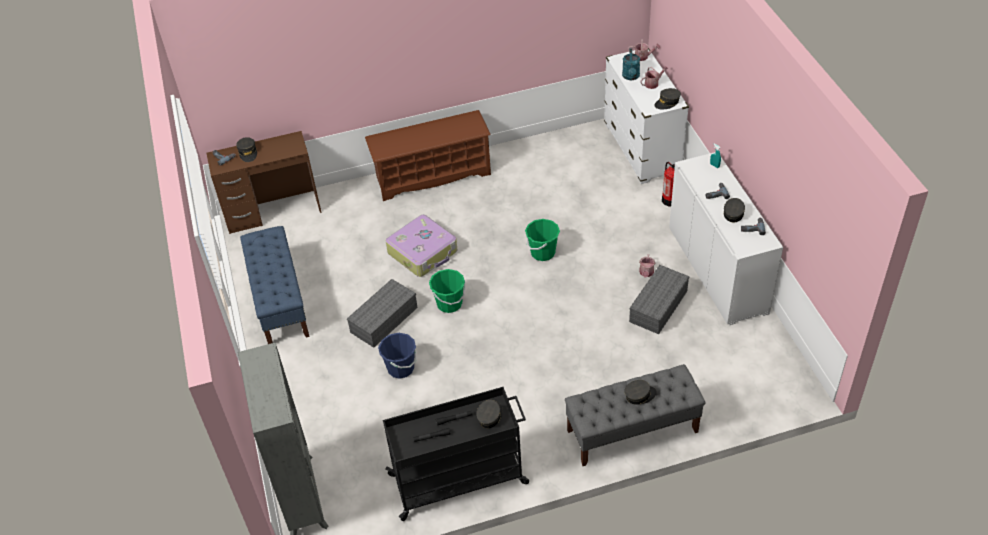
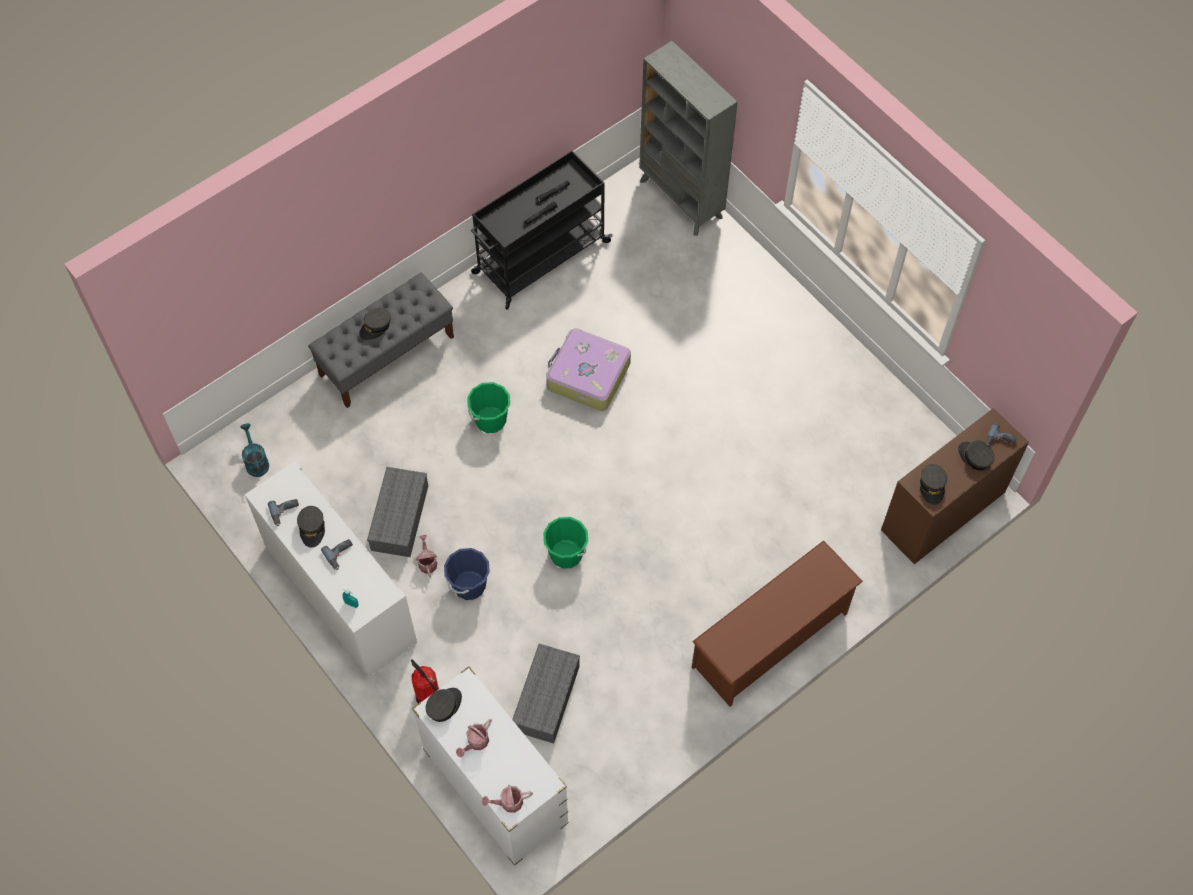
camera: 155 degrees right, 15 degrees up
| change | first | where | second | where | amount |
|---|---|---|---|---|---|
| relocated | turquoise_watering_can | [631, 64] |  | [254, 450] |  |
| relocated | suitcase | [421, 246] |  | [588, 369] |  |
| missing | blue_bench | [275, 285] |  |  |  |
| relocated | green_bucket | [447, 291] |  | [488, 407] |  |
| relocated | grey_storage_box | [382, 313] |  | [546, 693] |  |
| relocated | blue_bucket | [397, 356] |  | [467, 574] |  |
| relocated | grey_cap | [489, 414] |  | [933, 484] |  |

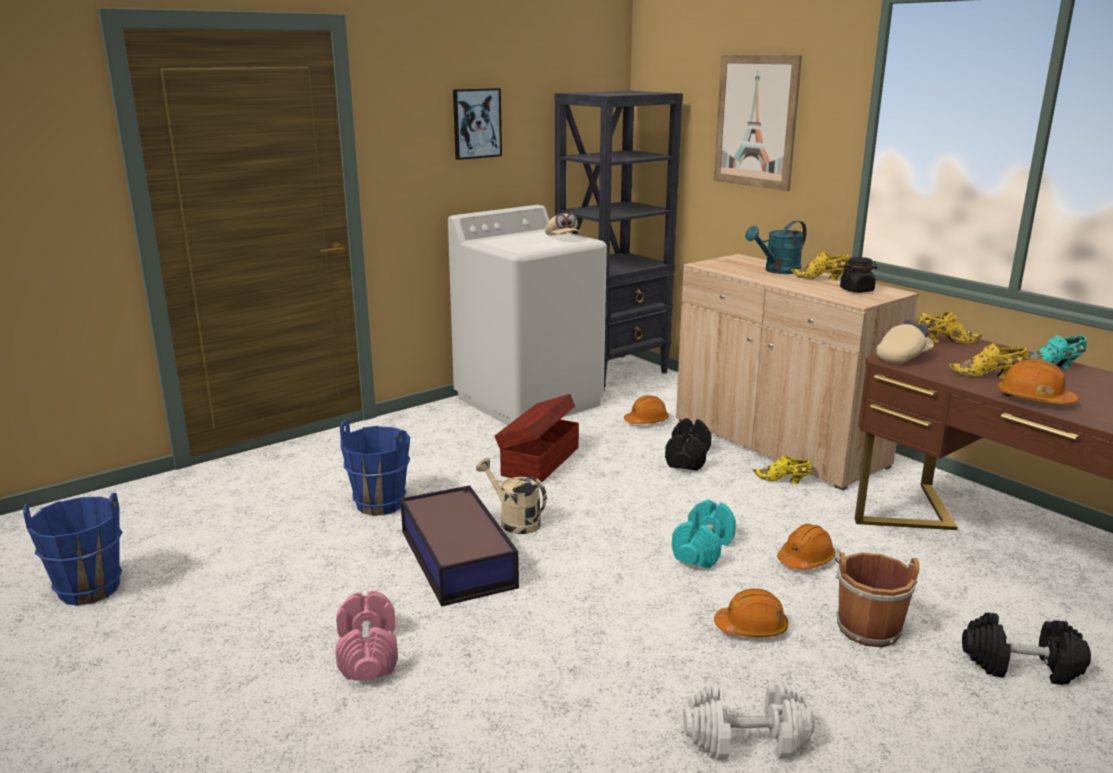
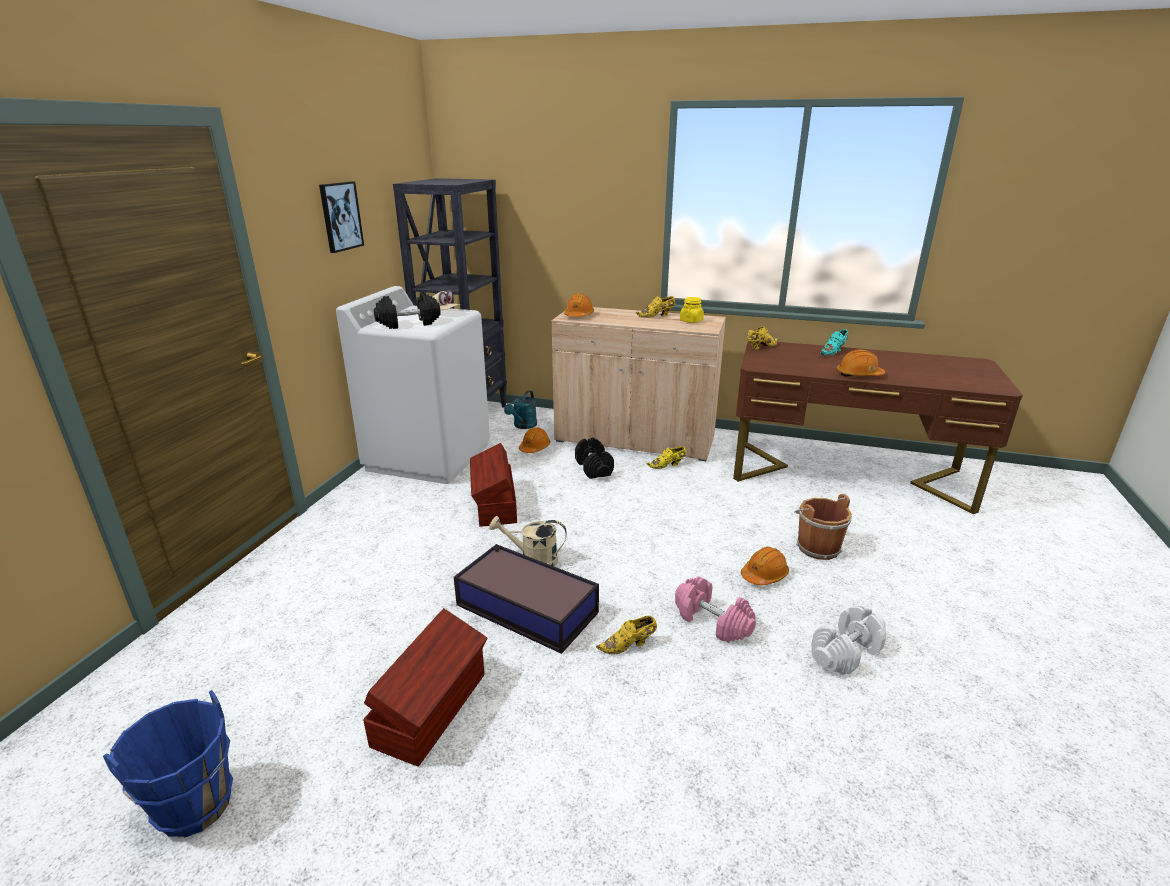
camera: 35 degrees left, 5 degrees up
| change | first | where | second | where | amount |
|---|---|---|---|---|---|
| missing | picture | [758, 123] |  |  |  |
| relocated | turquoise_watering_can | [776, 247] |  | [520, 409] |  |
| colour | black_jar | [858, 275] | yellow_jar | [692, 310] |  |
| missing | beige_cap | [905, 341] |  |  |  |
| relocated | yellow_shoe | [989, 361] |  | [626, 635] |  |
| missing | blue_bucket | [375, 468] |  |  |  |
| missing | turquoise_dumbbell | [704, 534] |  |  |  |
| relocated | orange_hard_hat | [806, 547] |  | [579, 305] |  |
| relocated | pink_dumbbell | [366, 635] |  | [715, 610] |  |
| relocated | black_dumbbell | [1026, 649] |  | [407, 311] |  |
| appeared |  |  | brown_storage_box | [425, 687] |  |

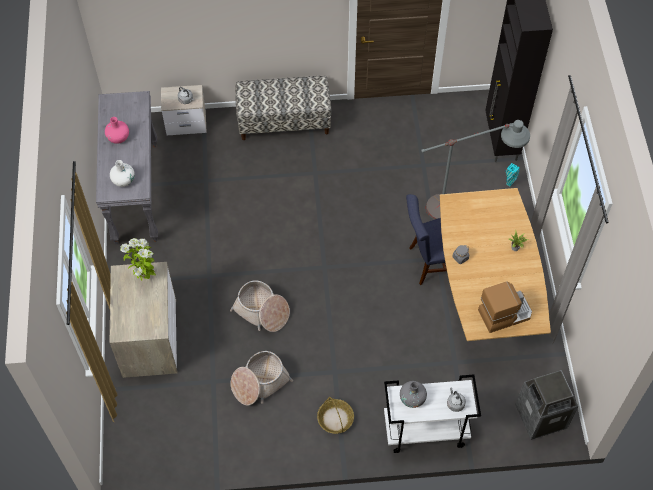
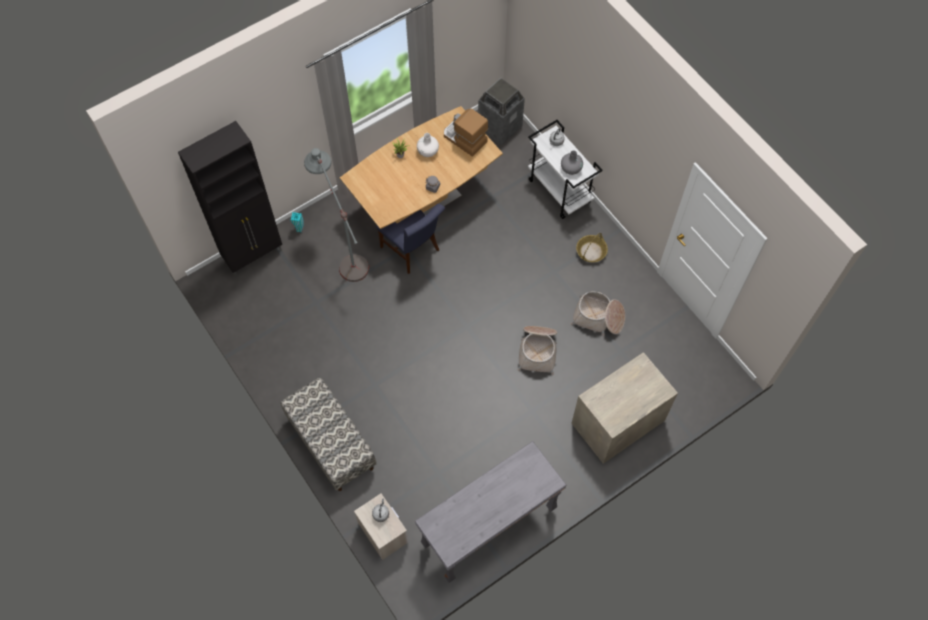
camera: 120 degrees left, 5 degrees up
| change | first | where | second | where | amount |
|---|---|---|---|---|---|
| missing | pink_vase | [117, 130] |  |  |  |
| relocated | white_vase | [122, 173] |  | [428, 145] |  |
| missing | potted_plant | [138, 259] |  |  |  |

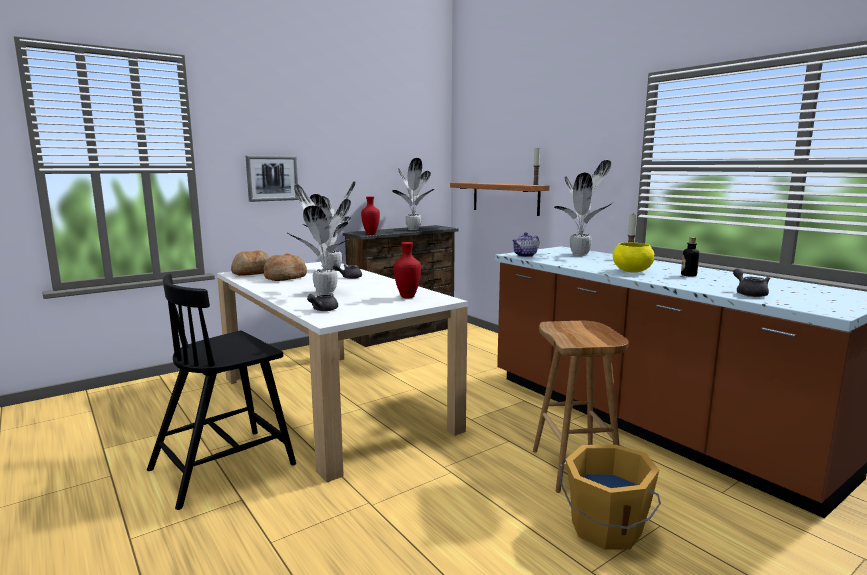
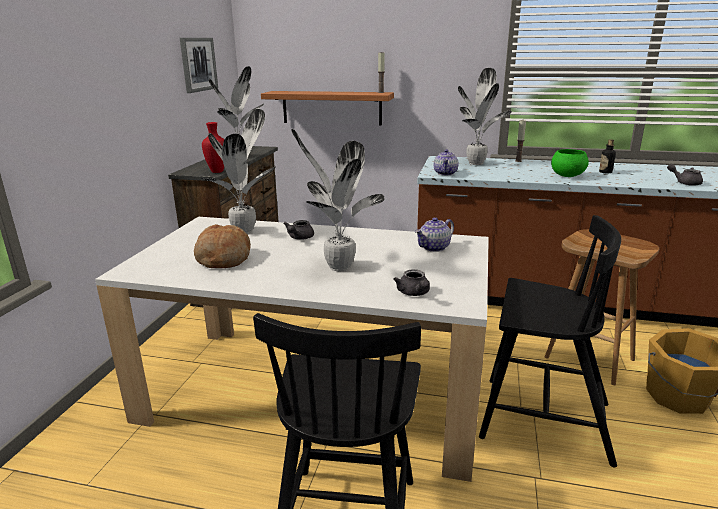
camera: 40 degrees left, 10 degrees up
| change | first | where | second | where | amount |
|---|---|---|---|---|---|
| relocated | picture | [272, 179] |  | [199, 65] |  |
| exchanged | red_vase | [407, 270] | teapot | [434, 234] |  |
| colour | yellow_bowl | [634, 257] | green_bowl | [570, 163] |  |
| missing | bread | [250, 263] |  |  |  |
| appeared |  |  | black_chair | [550, 341] |  |

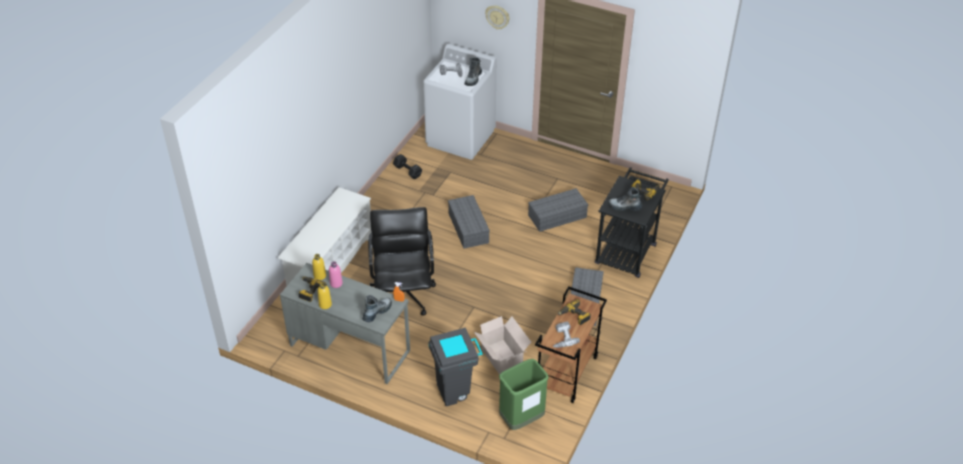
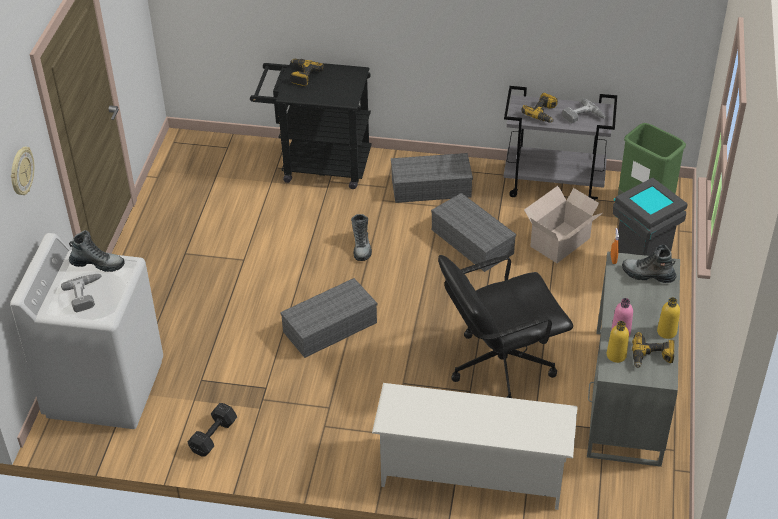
camera: 105 degrees left, 0 degrees up
| change | first | where | second | where | amount |
|---|---|---|---|---|---|
| relocated | boot | [625, 199] |  | [361, 237] |  |
| relocated | grey_storage_box | [558, 210] |  | [473, 232] |  |
| colour | brown_cart | [571, 344] | grey_cart | [560, 143] |  |

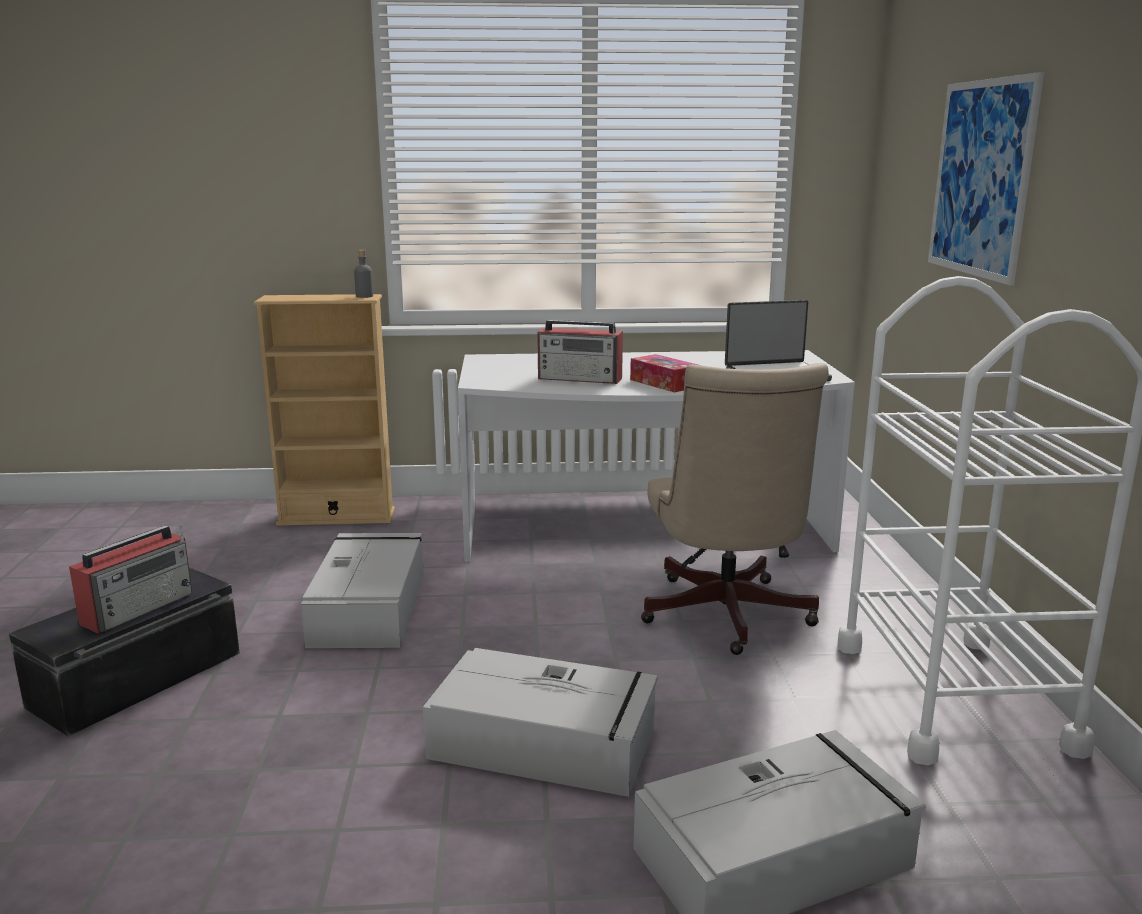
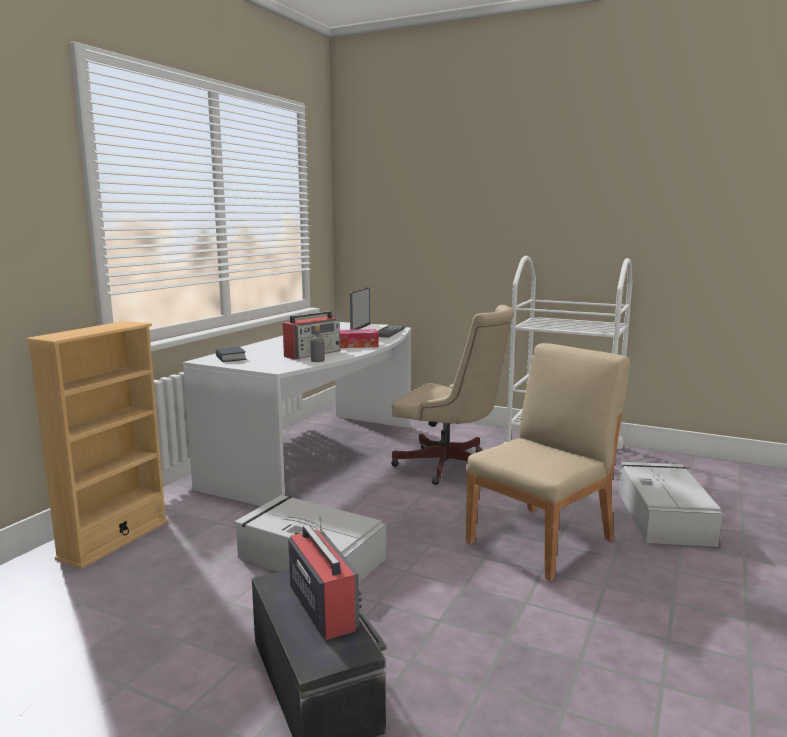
camera: 60 degrees left, 5 degrees down
| change | first | where | second | where | amount |
|---|---|---|---|---|---|
| missing | picture | [986, 178] |  |  |  |
| relocated | grey_bottle | [363, 274] |  | [318, 343] |  |
| exchanged | grey_storage_box | [540, 722] | beige_chair | [548, 462] |  |
| appeared |  |  | book | [230, 354] |  |

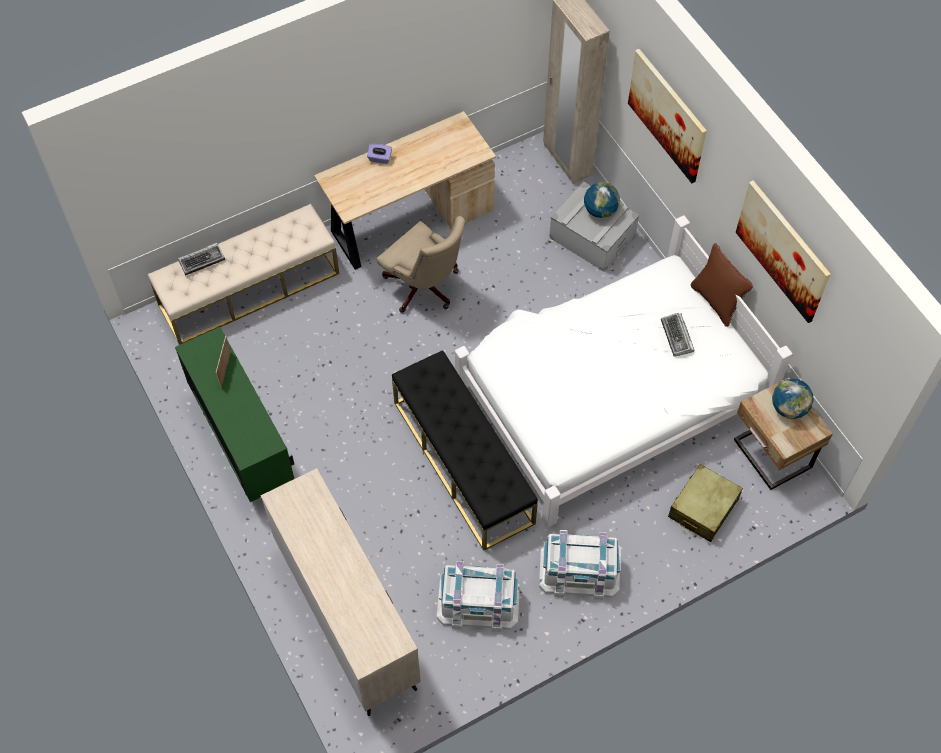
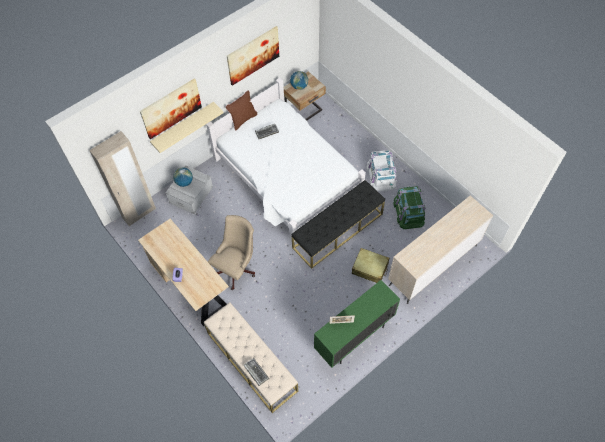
camera: 100 degrees left, 0 degrees up
| change | first | where | second | where | amount |
|---|---|---|---|---|---|
| relocated | beige_suitcase | [705, 503] |  | [370, 265] |  |
| colour | white_storage_box | [478, 596] | green_storage_box | [409, 207] |  |
| appeared |  |  | beige_shelf | [186, 127] |  |

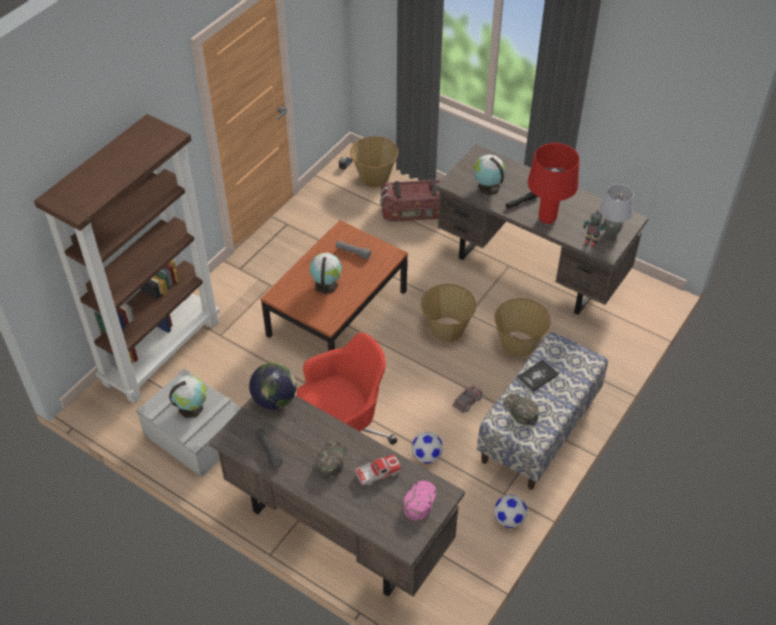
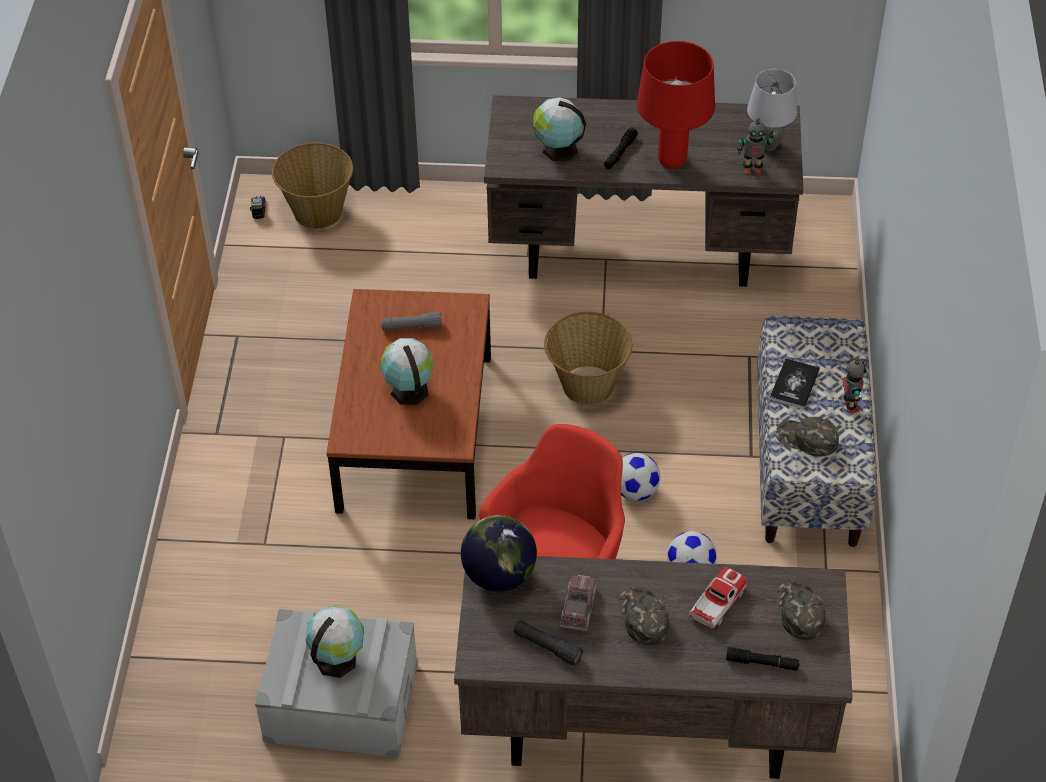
camera: 30 degrees left, 0 degrees up
| change | first | where | second | where | amount |
|---|---|---|---|---|---|
| missing | brown_bookcase | [127, 259] |  |  |  |
| missing | storage_box | [411, 200] |  |  |  |
| missing | basket | [522, 327] |  |  |  |
| relocated | toy_truck | [467, 399] |  | [578, 603] |  |
| colour | pink_cap | [419, 501] | green_cap | [801, 610] |  |
| relocated | football | [510, 511] |  | [641, 477] |  |
| appeared |  |  | toy_robot | [855, 385] |  |
| appeared |  |  | black_flashlight | [762, 659] |  |

